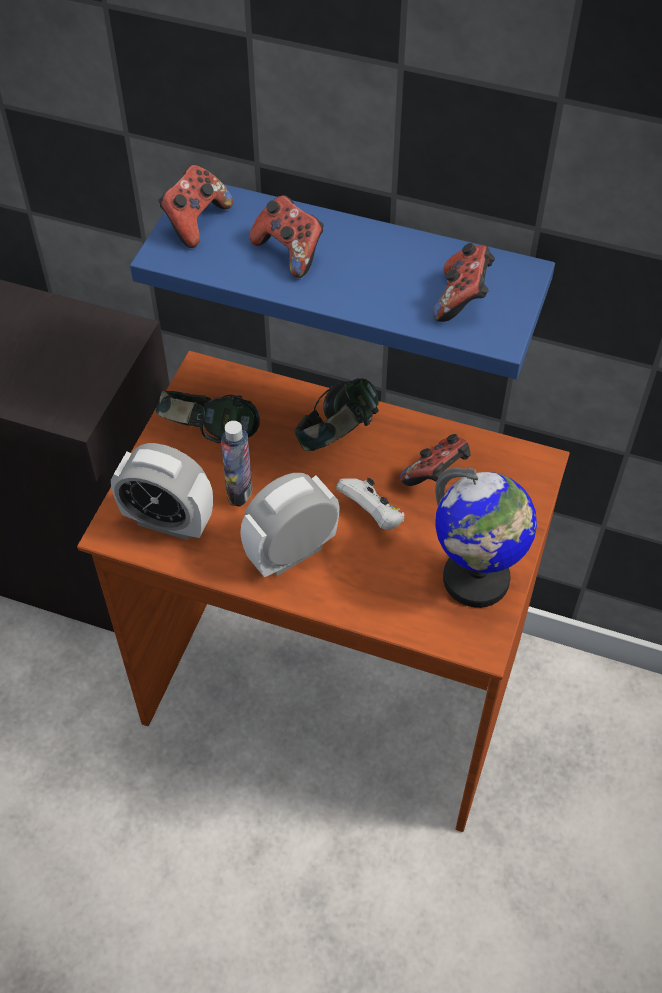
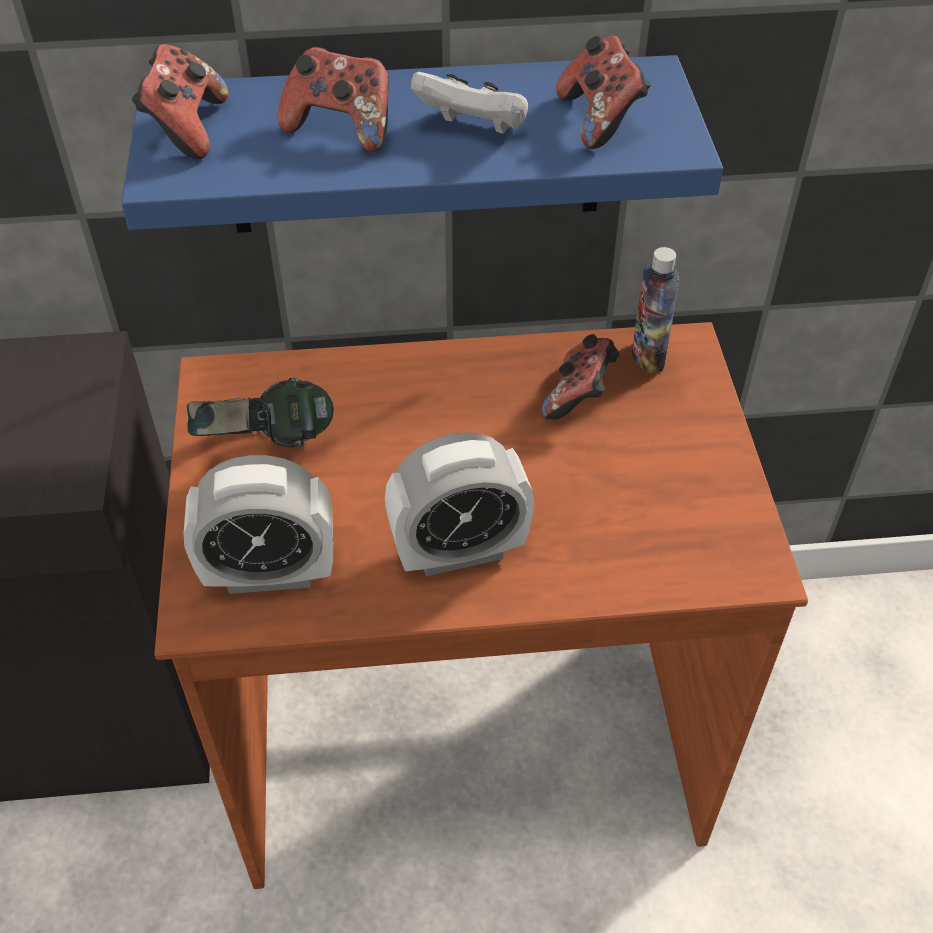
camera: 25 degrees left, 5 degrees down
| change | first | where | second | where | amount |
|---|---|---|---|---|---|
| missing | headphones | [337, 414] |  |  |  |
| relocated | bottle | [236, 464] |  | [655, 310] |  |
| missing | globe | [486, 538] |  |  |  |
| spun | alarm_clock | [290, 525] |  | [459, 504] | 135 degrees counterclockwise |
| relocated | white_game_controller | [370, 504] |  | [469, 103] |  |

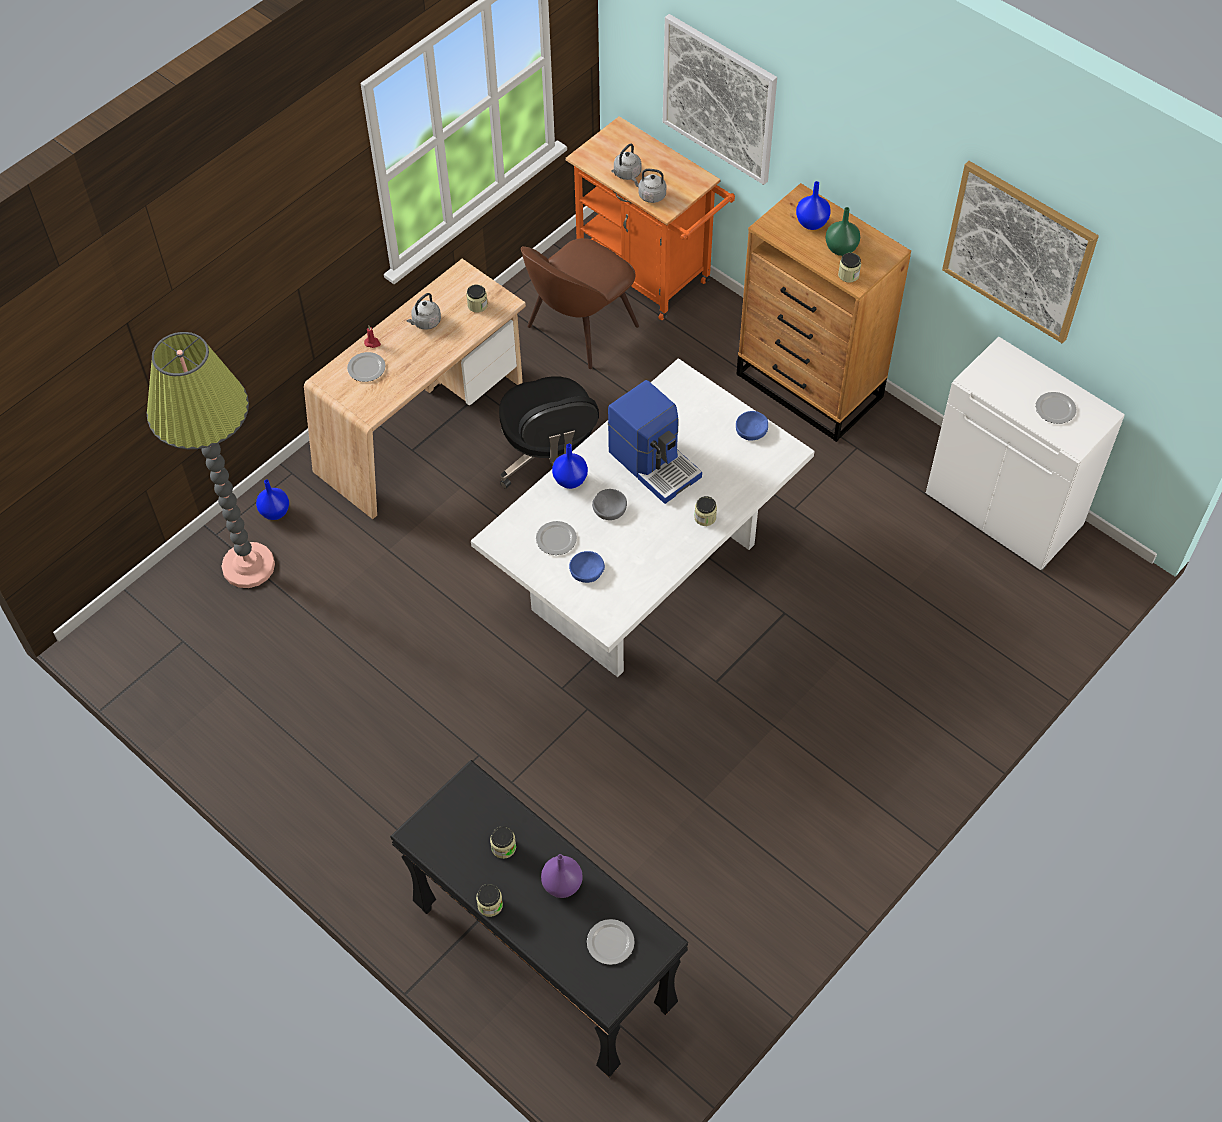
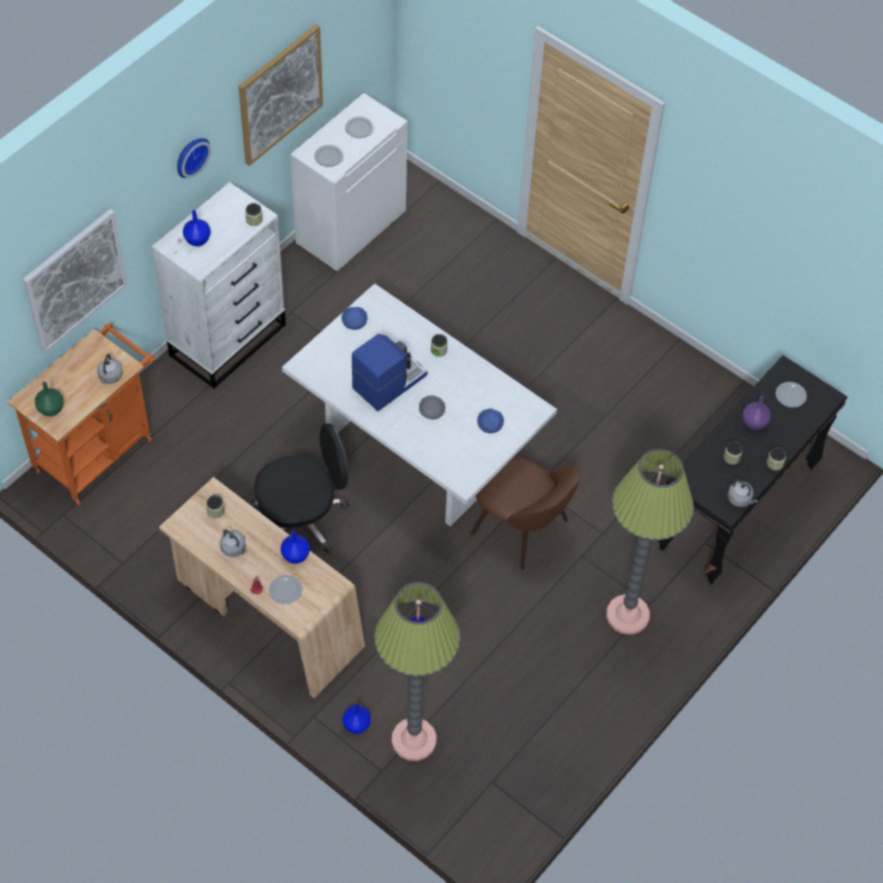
camera: 95 degrees left, 0 degrees up
| change | first | where | second | where | amount |
|---|---|---|---|---|---|
| relocated | grey_kettle | [626, 161] |  | [742, 493] |  |
| colour | brown_dresser | [823, 312] | white_dresser | [219, 285] |  |
| relocated | green_vase | [842, 231] |  | [49, 399] |  |
| relocated | brown_chair | [580, 303] |  | [526, 512] |  |
| relocated | blue_vase | [570, 466] |  | [295, 547] |  |
| relocated | plate | [556, 538] |  | [329, 156] |  |
| appeared |  |  | wall_clock | [194, 158] |  |
| appeared |  |  | floor_lamp | [650, 542] |  |

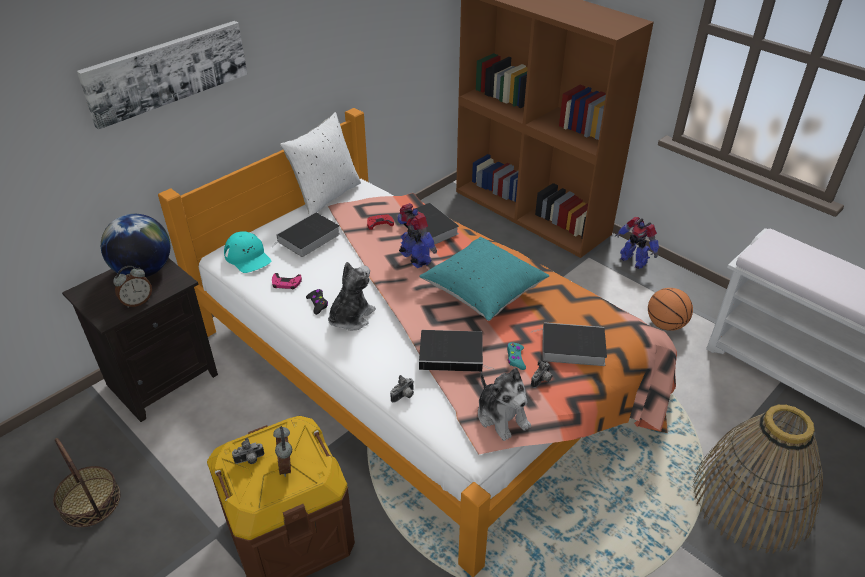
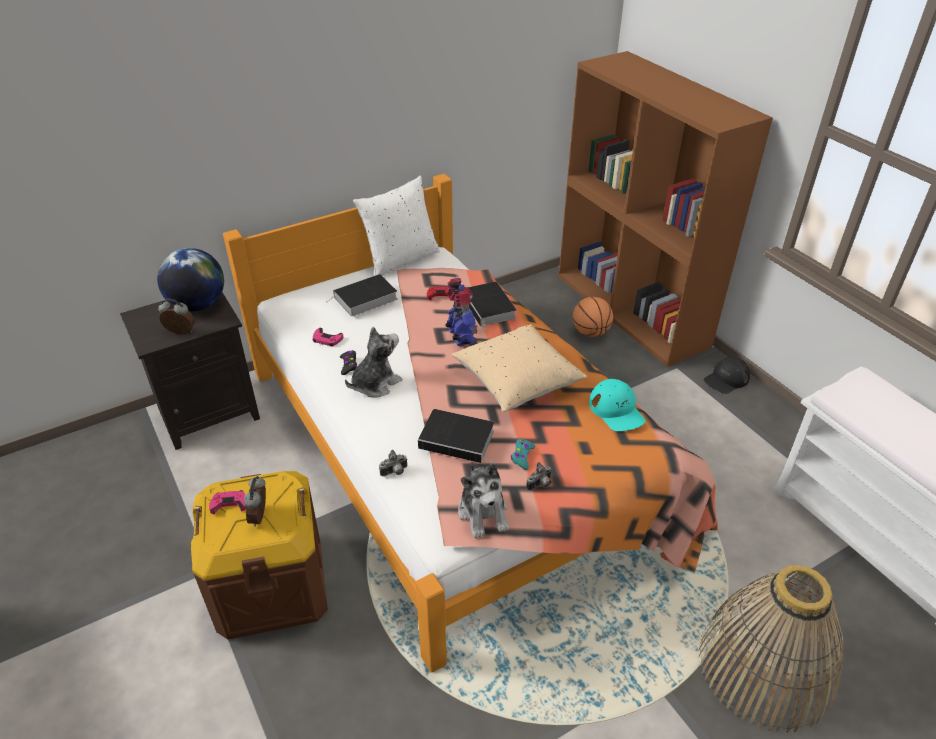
camera: 15 degrees right, 0 degrees up
| change | first | where | second | where | amount |
|---|---|---|---|---|---|
| missing | picture | [162, 75] |  |  |  |
| exchanged | toy_robot | [637, 243] | black_cap | [726, 375] |  |
| relocated | turquoise_cap | [247, 252] |  | [617, 405] |  |
| colour | turquoise_pillow | [484, 279] | beige_pillow | [519, 368] |  |
| spun | alarm_clock | [132, 287] |  | [176, 316] | 150 degrees counterclockwise |
| relocated | basketball | [670, 309] |  | [593, 317] |  |
| missing | book | [570, 344] |  |  |  |
| missing | basket | [87, 482] |  |  |  |
| exchanged | photo_camera | [248, 451] | pink_game_controller | [227, 502] |  |

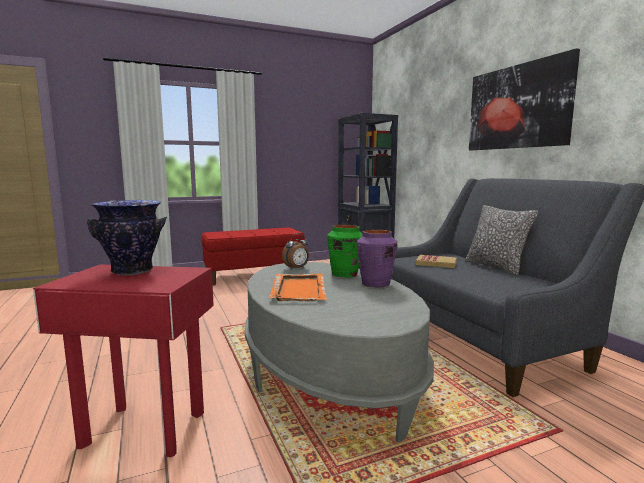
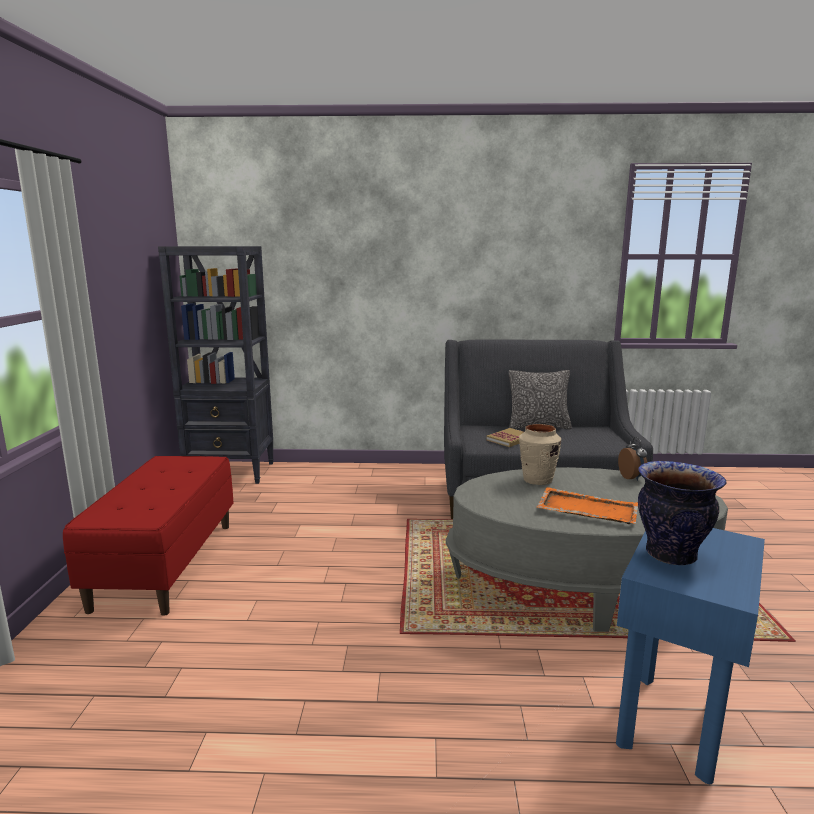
camera: 65 degrees left, 5 degrees up
| change | first | where | second | where | amount |
|---|---|---|---|---|---|
| missing | picture | [524, 99] |  |  |  |
| colour | green_vase | [344, 251] | beige_vase | [540, 454] |  |
| missing | purple_vase | [377, 258] |  |  |  |
| relocated | alarm_clock | [295, 251] |  | [632, 459] |  |
| colour | red_side_table | [123, 361] | blue_side_table | [690, 656] |  |

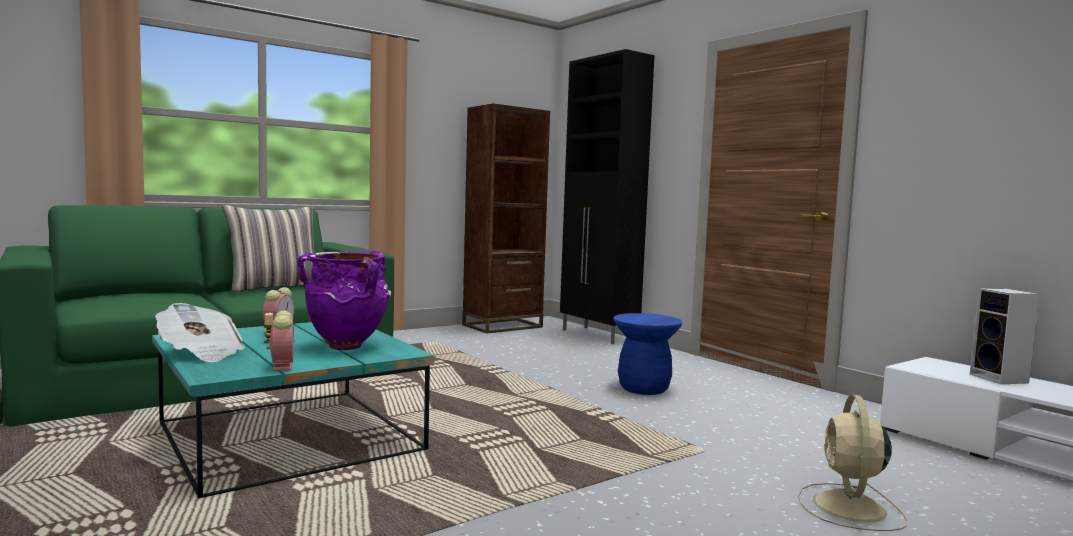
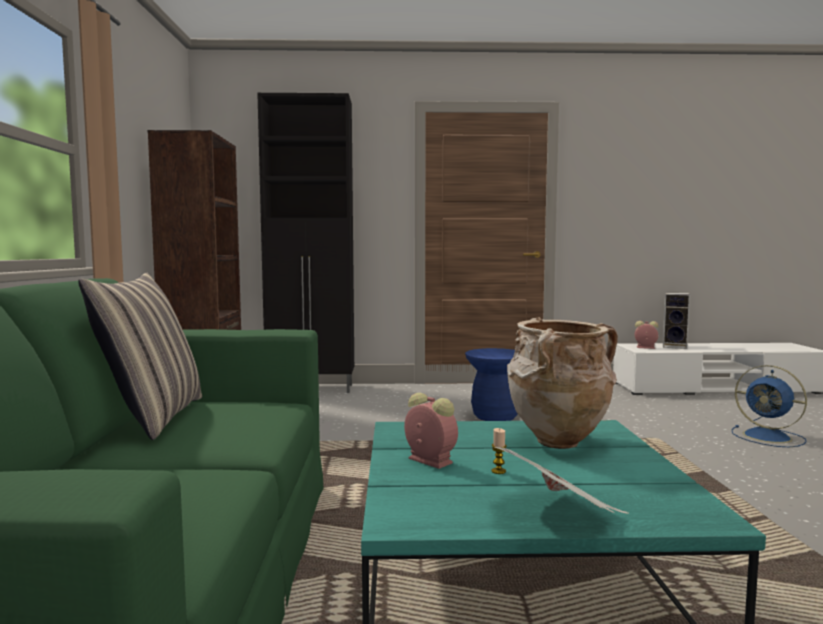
camera: 55 degrees left, 0 degrees up
| change | first | where | second | where | amount |
|---|---|---|---|---|---|
| colour | purple_vase | [344, 300] | beige_vase | [562, 383] |  |
| relocated | alarm_clock | [280, 341] |  | [646, 335] |  |
| colour | beige_fan | [853, 463] | blue_fan | [769, 406] |  |

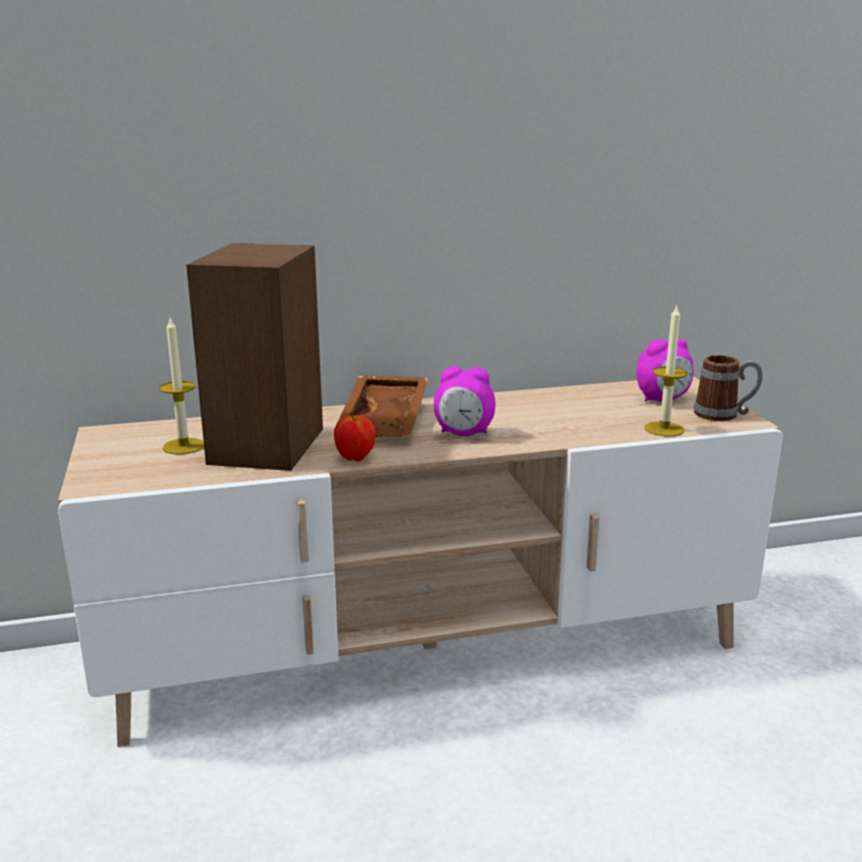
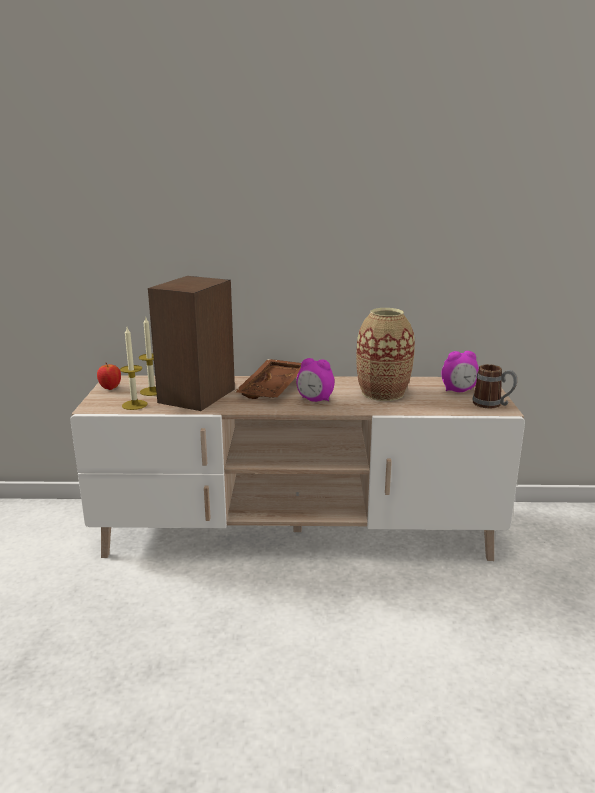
camera: 15 degrees right, 0 degrees up
| change | first | where | second | where | amount |
|---|---|---|---|---|---|
| relocated | candle | [666, 371] |  | [133, 368] |  |
| relocated | apple | [355, 436] |  | [109, 376] |  |
| appeared |  |  | vase | [385, 354] |  |

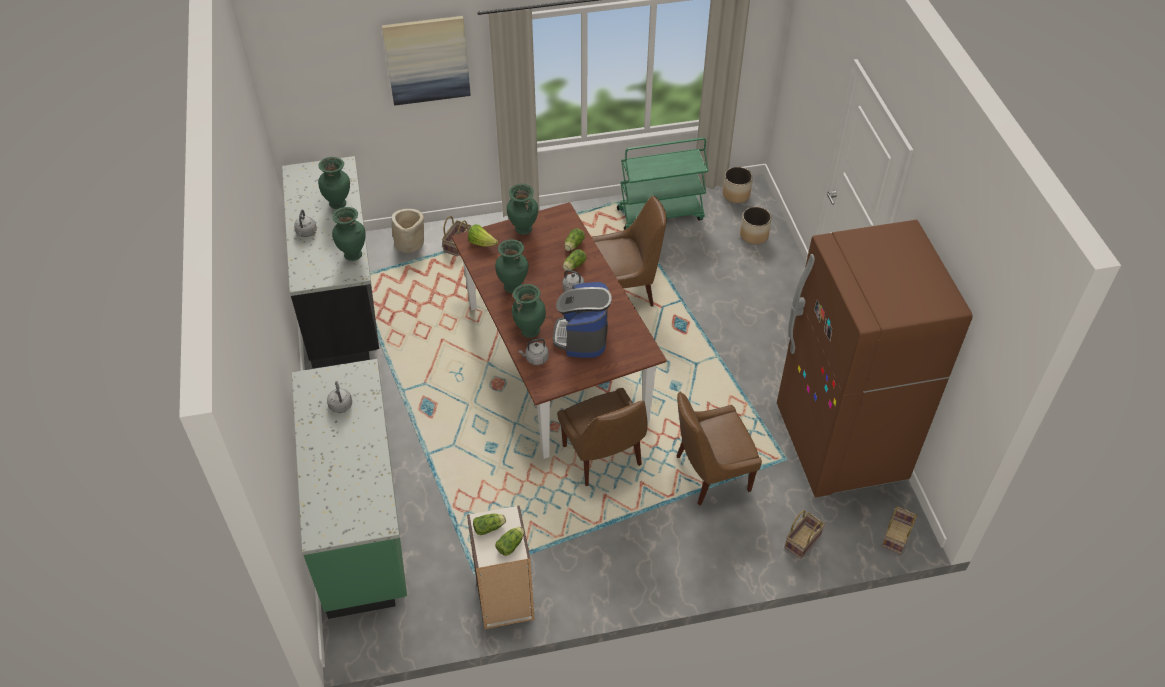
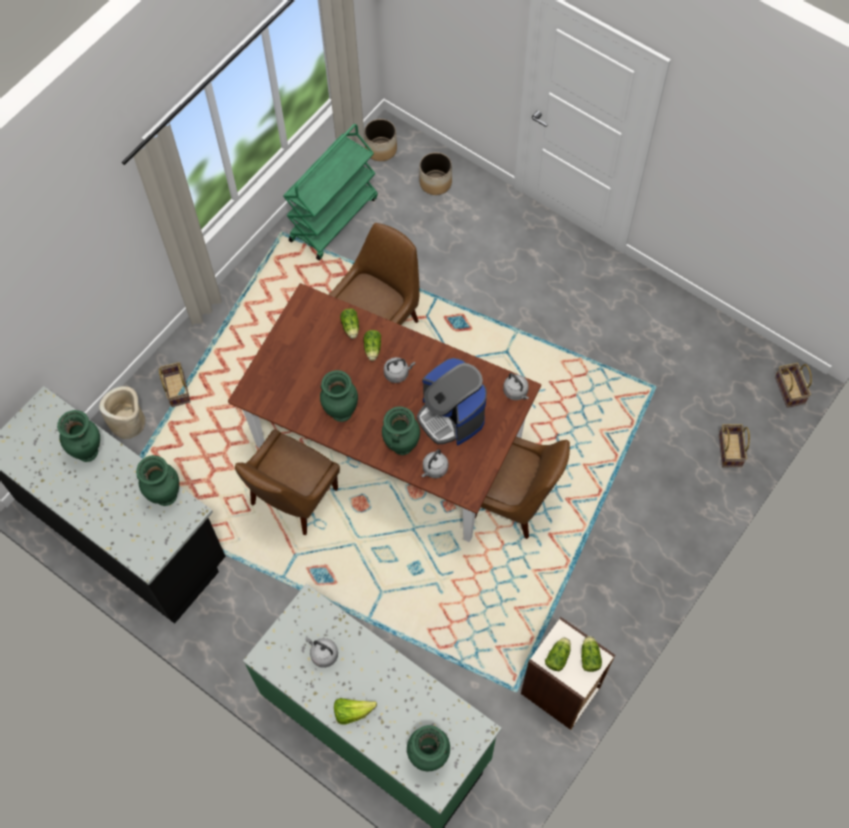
camera: 40 degrees left, 15 degrees up
| change | first | where | second | where | amount |
|---|---|---|---|---|---|
| missing | picture | [426, 61] |  |  |  |
| relocated | green_vase | [522, 209] |  | [428, 748] |  |
| relocated | grey_kettle | [305, 223] |  | [516, 386] |  |
| missing | brown_fridge | [875, 358] |  |  |  |
| relocated | lettuce | [483, 235] |  | [355, 711] |  |
| relocated | brown_chair | [719, 449] |  | [287, 482] |  |

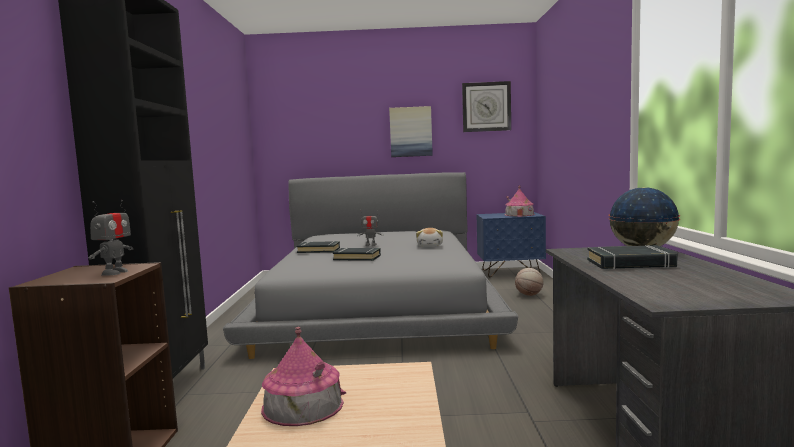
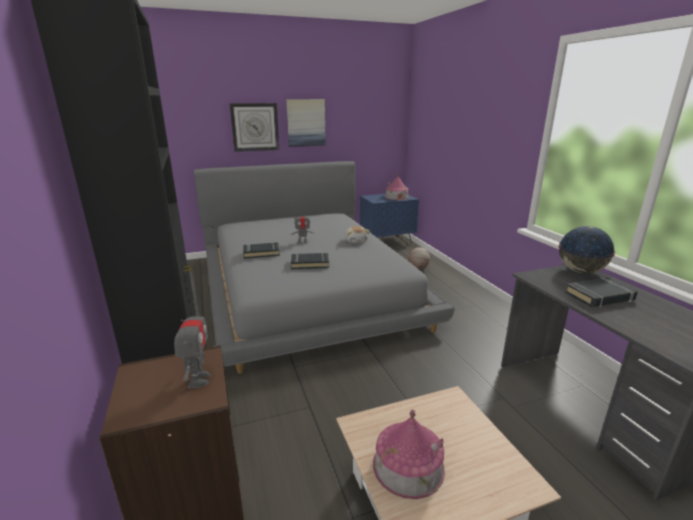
camera: 20 degrees left, 15 degrees up
| change | first | where | second | where | amount |
|---|---|---|---|---|---|
| relocated | wall_clock | [486, 106] |  | [254, 127] |  |

